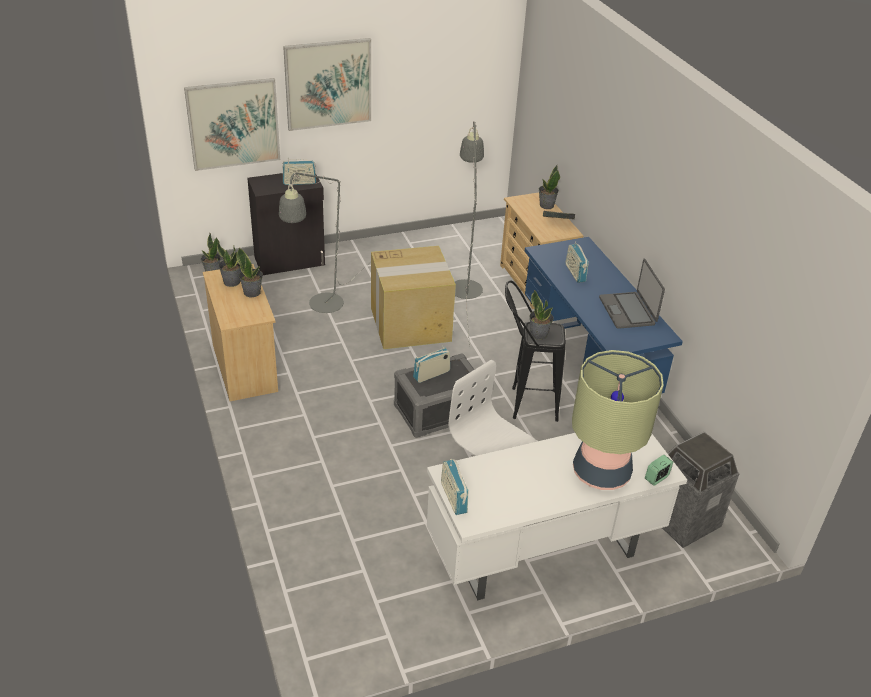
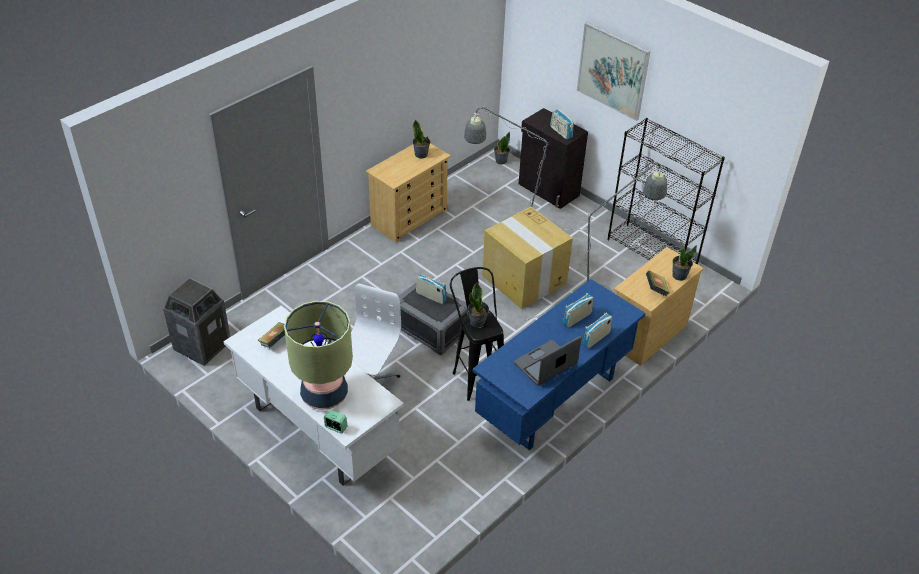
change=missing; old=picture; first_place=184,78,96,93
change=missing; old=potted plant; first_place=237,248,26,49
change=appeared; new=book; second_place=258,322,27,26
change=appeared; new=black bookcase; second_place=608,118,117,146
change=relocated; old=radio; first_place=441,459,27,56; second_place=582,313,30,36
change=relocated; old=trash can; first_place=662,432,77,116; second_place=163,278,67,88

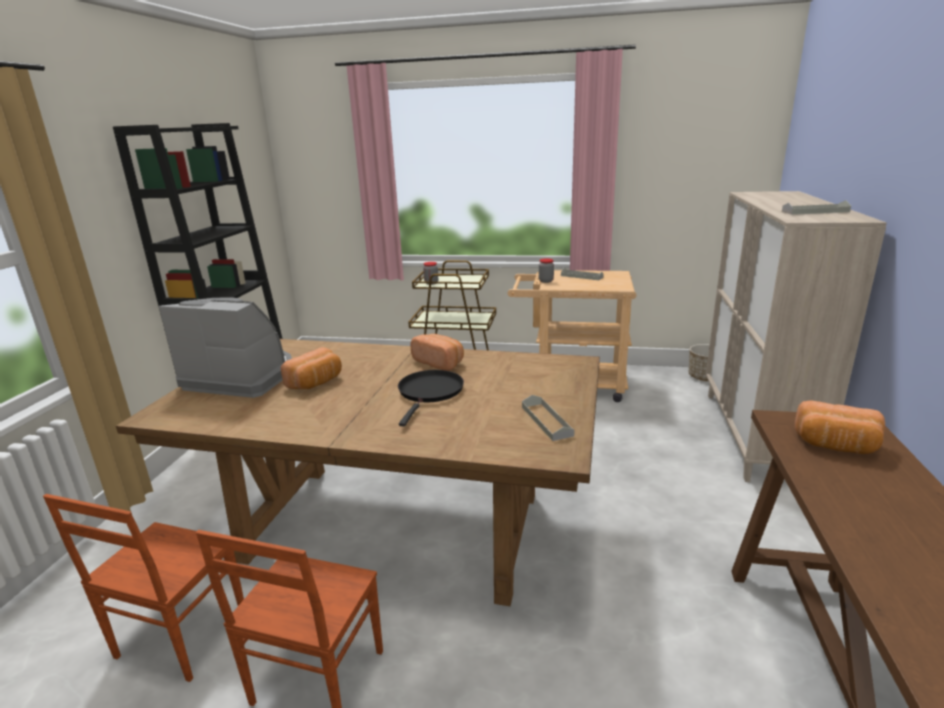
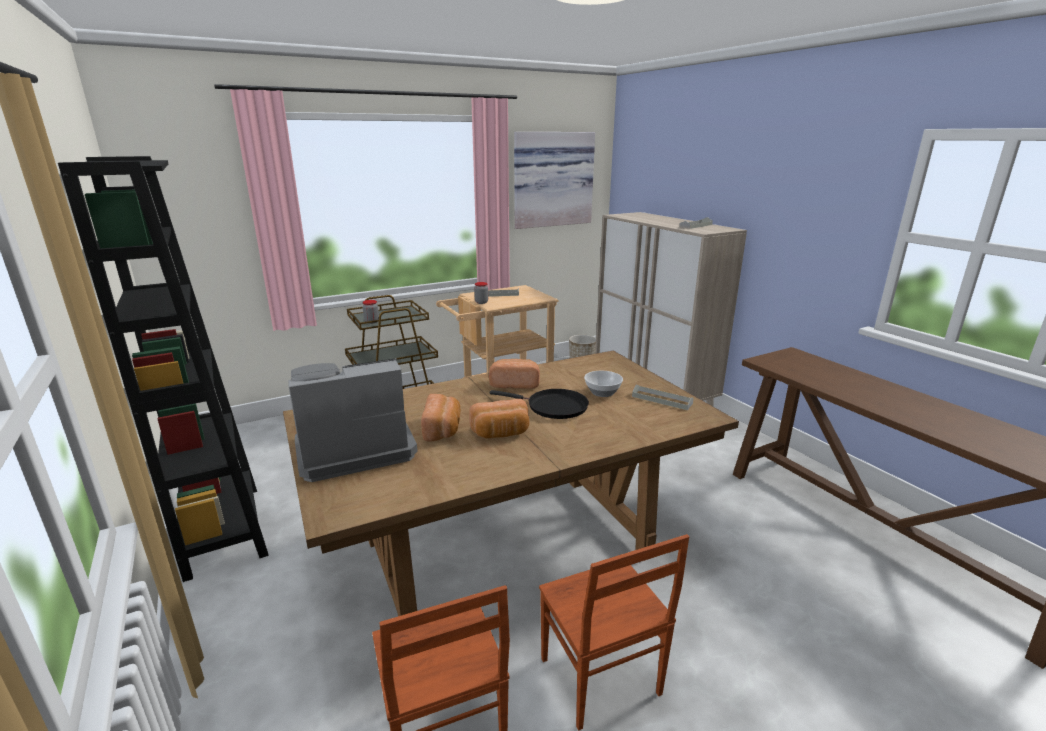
change=appeared; new=picture; second_place=514,132,81,97
change=appeared; new=bowl; second_place=584,371,39,26
change=relocated; old=bread; first_place=795,401,90,53; second_place=469,399,60,39
change=spun; old=black frying pan; first_place=398,370,66,56; second_place=489,389,100,30; degrees=135

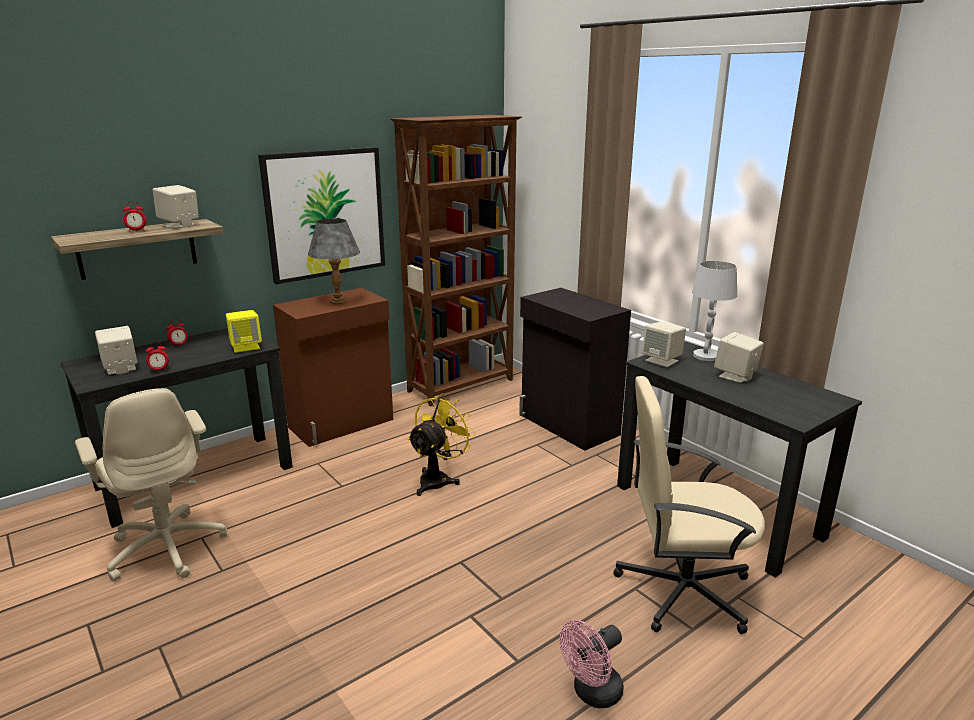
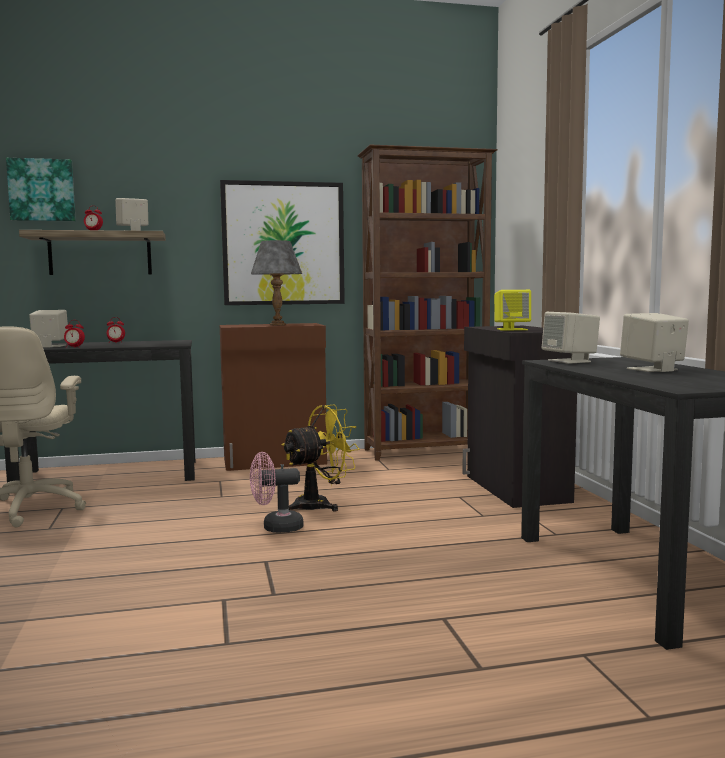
change=missing; old=beige office chair; first_place=613,376,152,258
change=missing; old=white table lamp; first_place=692,261,45,100
change=appeared; new=picture; second_place=6,158,70,63
change=relocated; old=yellow speaker; first_place=226,310,36,43; second_place=494,290,37,41
change=relocated; old=pink fan; first_place=560,620,64,88; second_place=250,452,54,81

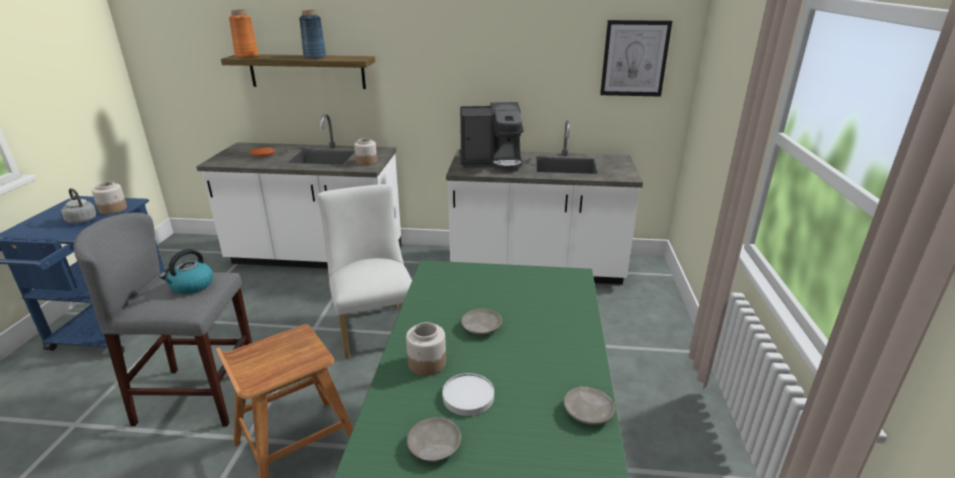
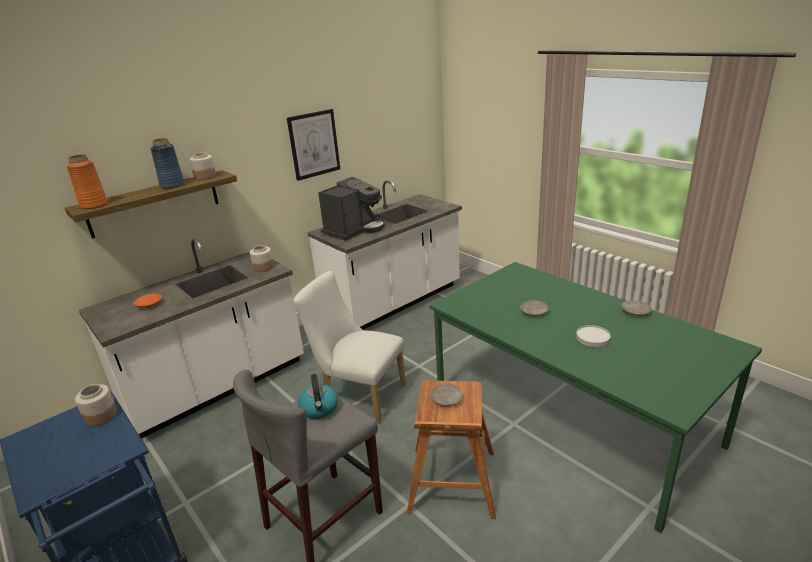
change=missing; old=grey kettle; first_place=61,188,36,36
change=relocated; old=jar; first_place=406,322,40,54; second_place=190,153,26,27
change=relocated; old=beige plate; first_place=407,417,54,45; second_place=430,384,33,23
change=relocated; old=picture; first_place=600,20,72,77; second_place=287,109,53,72

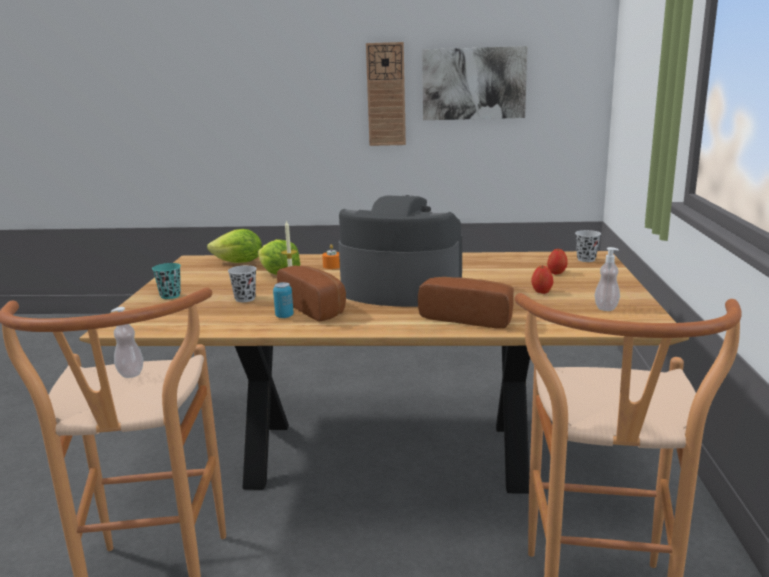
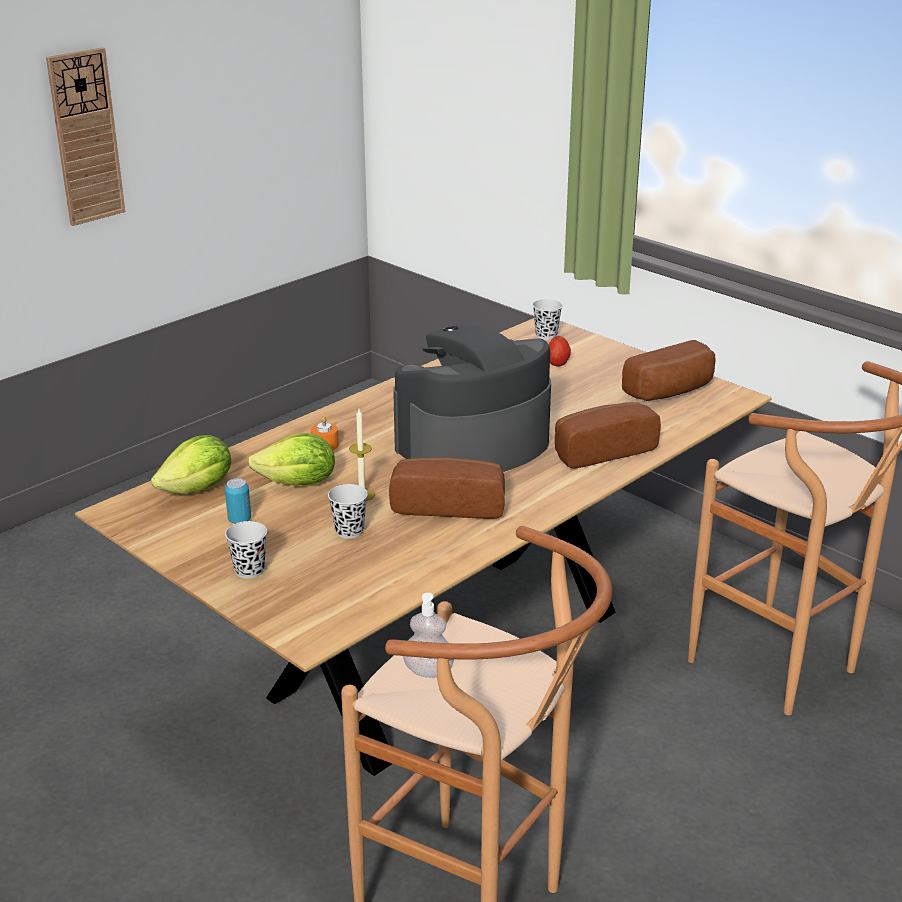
change=missing; old=picture; first_place=422,46,106,74
change=missing; old=apple; first_place=531,266,22,28
change=relocated; old=can; first_place=273,282,21,36; second_place=225,478,26,46
change=exchanged; old=soap dispenser; new=bread; first_place=594,247,26,64; second_place=622,340,93,61
change=colour; old=turquoise cup; new=black cup; first_place=152,263,29,36; second_place=225,521,42,58

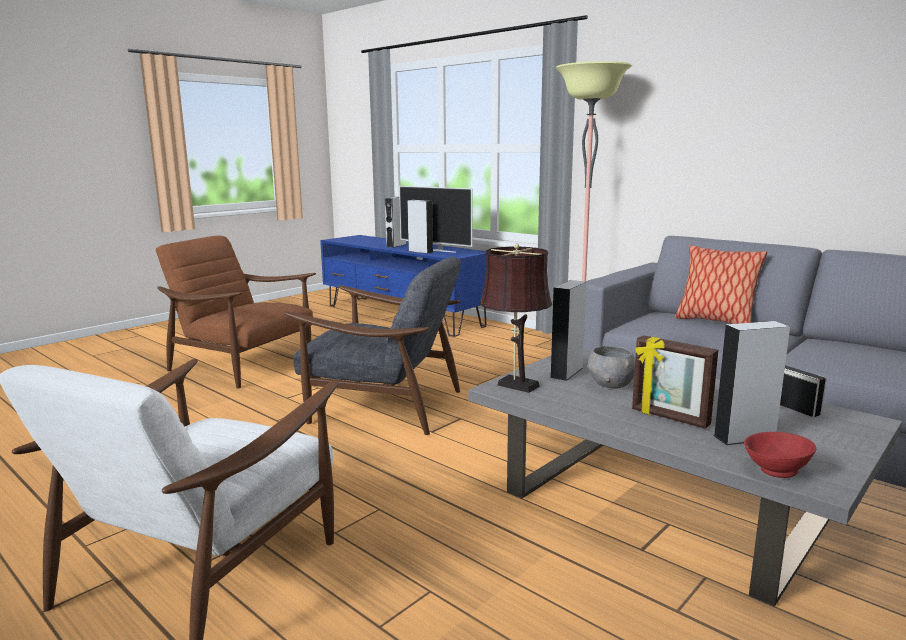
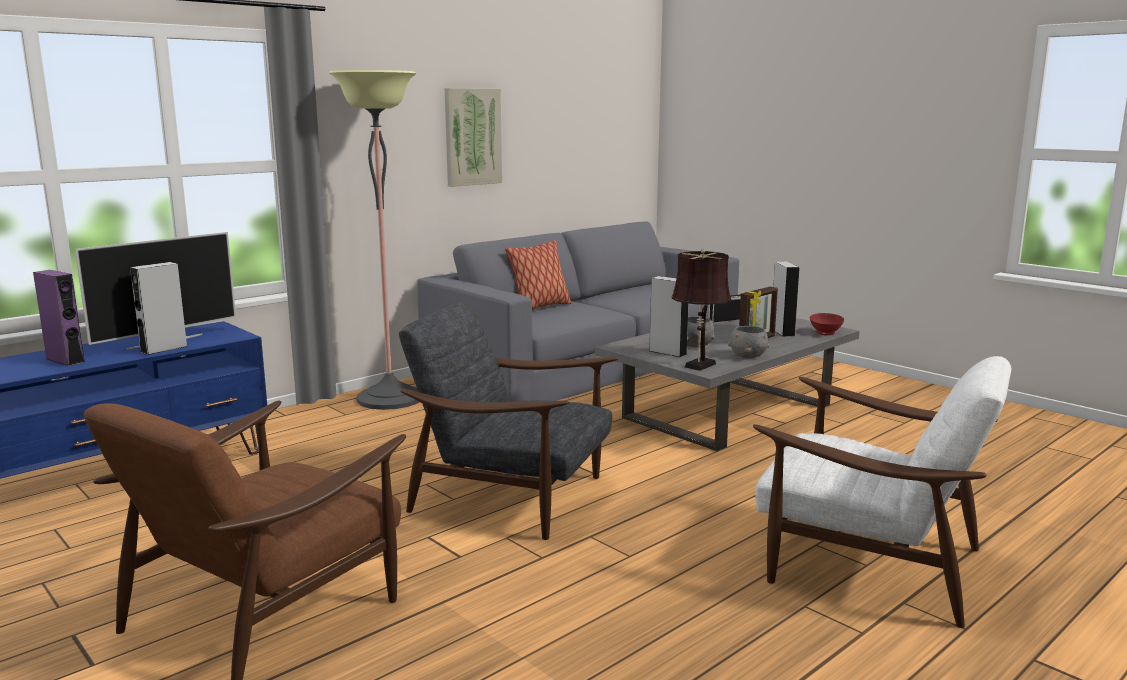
change=appeared; new=picture; second_place=445,88,57,99
change=appeared; new=grey bowl; second_place=728,326,42,32
change=colour; old=grey speaker; new=purple speaker; first_place=385,197,22,51; second_place=33,270,52,96
change=spun; old=grey armchair; first_place=283,257,178,178; second_place=399,302,220,238; degrees=-90

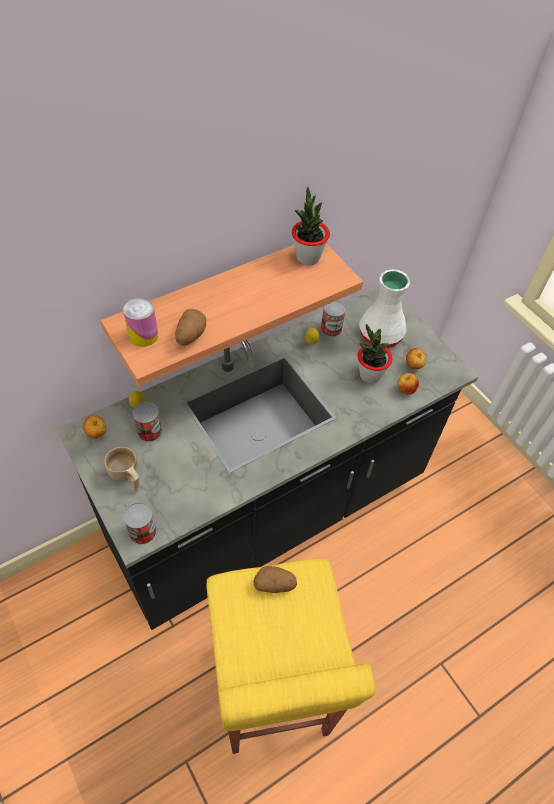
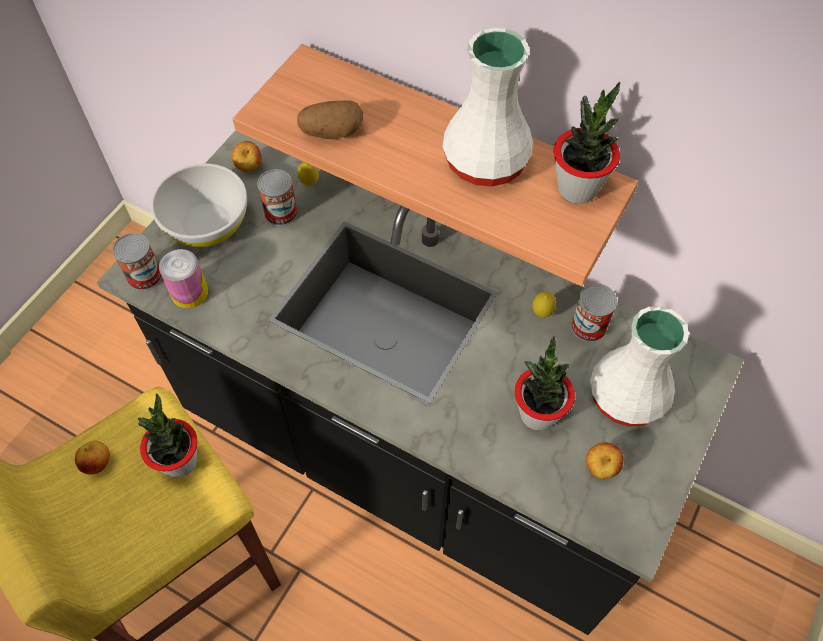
change=appeared; new=white vase; second_place=442,28,91,159
change=relocated; old=can; first_place=123,298,35,49; second_place=159,249,49,60
change=relocated; old=apple; first_place=397,373,22,22; second_place=75,440,35,35
change=exchanged; old=beige cup; new=white bowl; first_place=105,447,34,46; second_place=151,163,96,84
change=exchanged; old=potato; new=potted plant; first_place=254,566,43,27; second_place=138,394,59,84

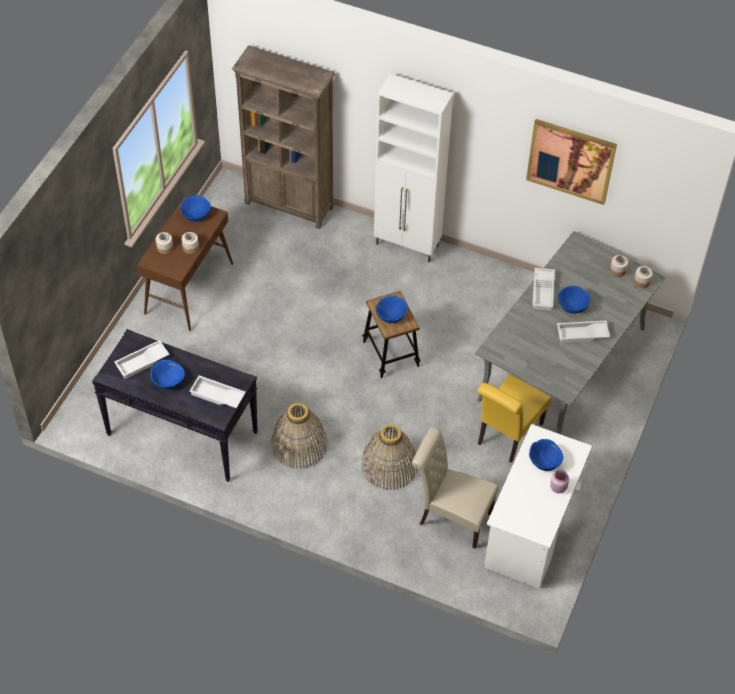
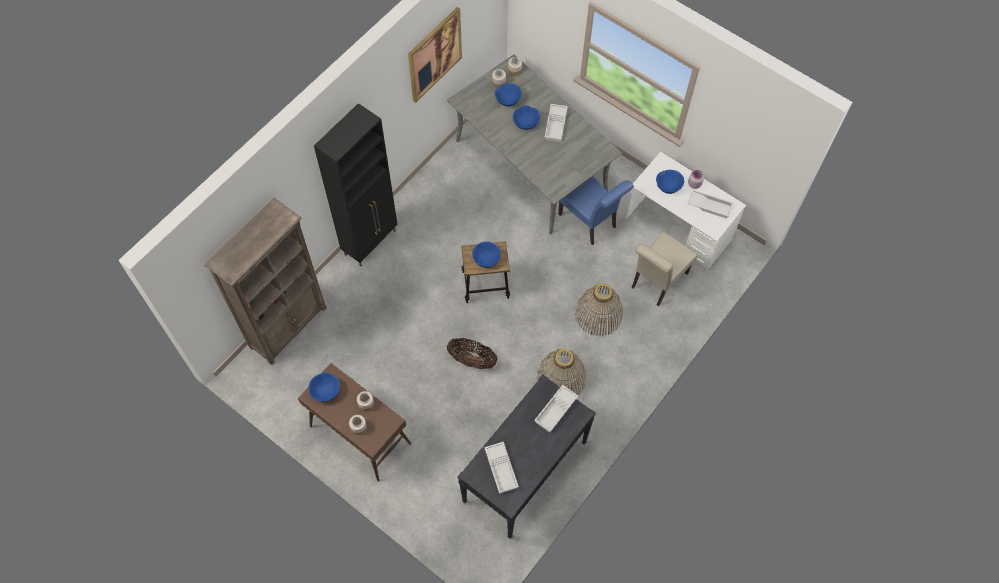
change=appeared; new=basket; second_place=447,338,51,31
change=relocated; old=blue bowl; first_place=151,359,34,31; second_place=495,83,27,24
change=relocated; old=white tray; first_place=532,268,23,43; second_place=687,189,46,30
change=colour; old=white cabinet; new=black cabinet; first_place=374,74,79,189; second_place=314,103,84,164
change=colour; old=yellow chair; new=blue chair; first_place=478,374,74,89; second_place=558,176,76,69

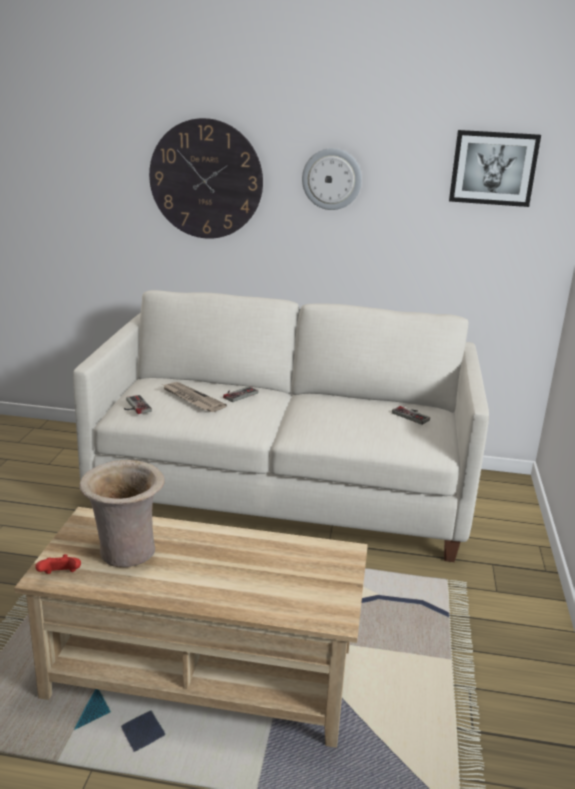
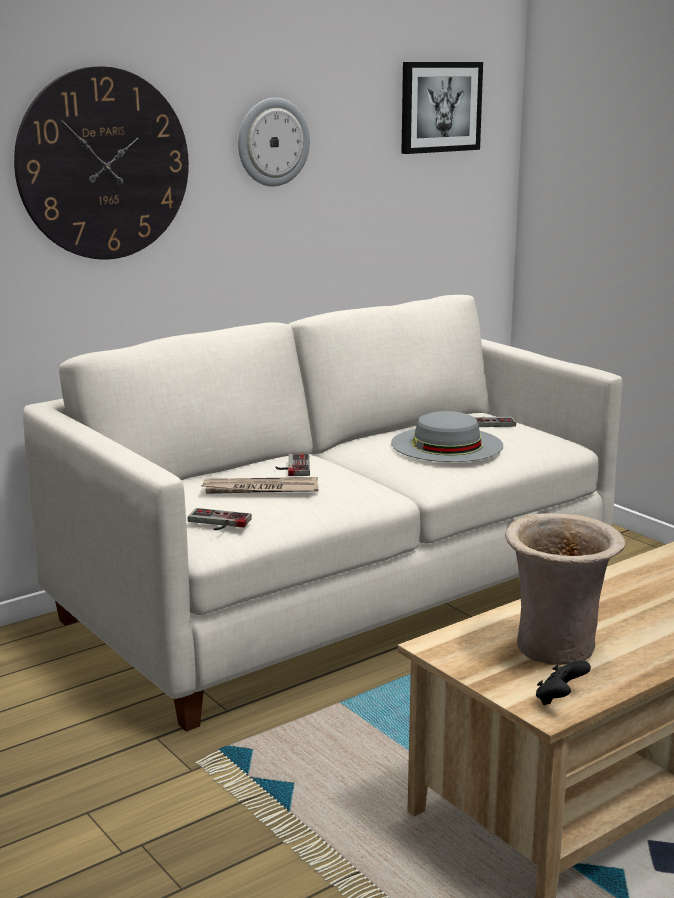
change=appeared; new=grey hat; second_place=391,411,112,51
change=colour; old=red game controller; new=black game controller; first_place=35,554,46,20; second_place=536,660,55,45

